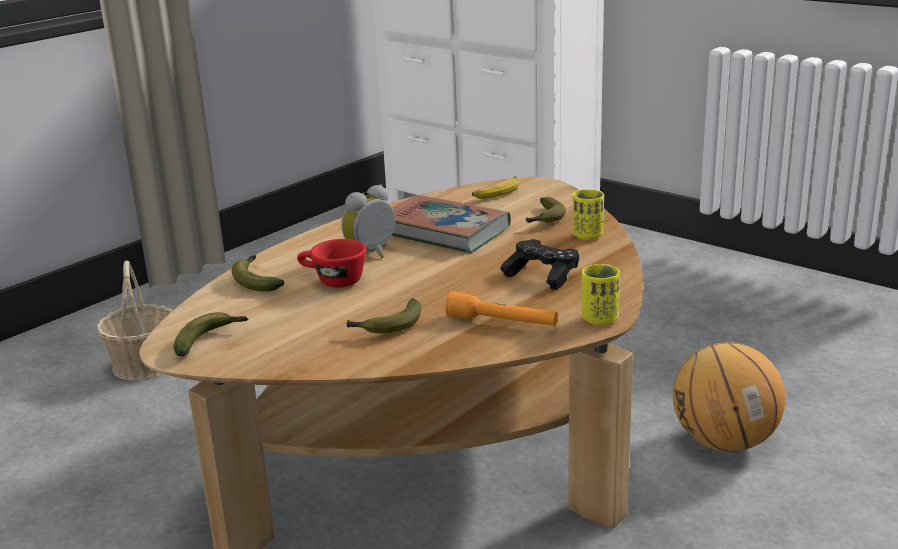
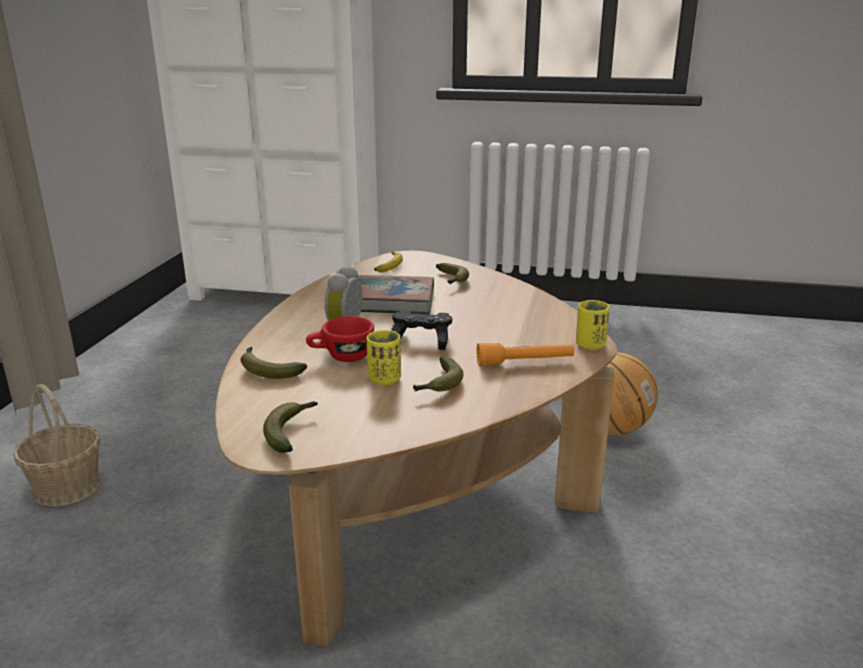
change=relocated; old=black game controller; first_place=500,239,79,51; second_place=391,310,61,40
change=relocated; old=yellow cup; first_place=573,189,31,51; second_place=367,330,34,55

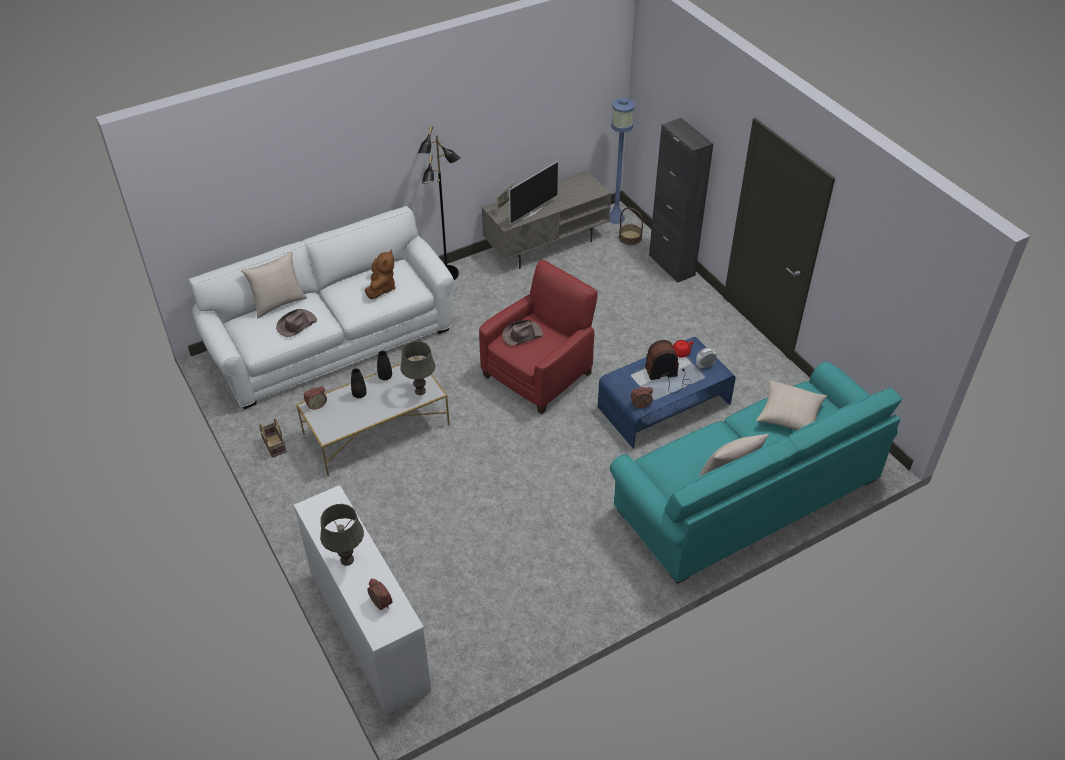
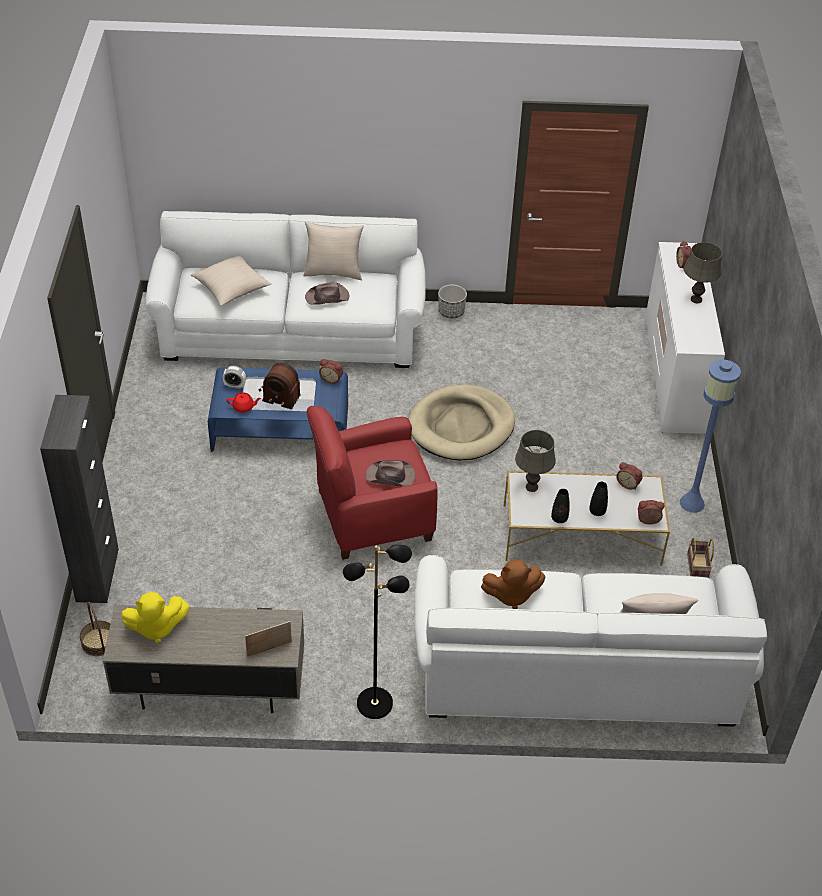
change=missing; old=television; first_place=509,161,50,63
change=appeared; new=yellow plush toy; second_place=121,592,68,51
change=appeared; new=beige dog bed; second_place=408,385,107,75
change=appeared; new=planter; second_place=438,284,29,34
change=appeared; new=alarm clock; second_place=616,462,27,28
change=relocated; old=brown hat; first_place=276,309,41,28; second_place=305,281,44,24
change=relocated; old=blue floor lamp; first_place=609,98,26,126; second_place=680,359,61,154
change=colour; old=turquoise sofa; new=white sofa; first_place=610,361,292,223; second_place=145,211,281,157
change=spun; old=brown plush toy; first_place=365,249,31,50; second_place=481,559,64,50; degrees=-135

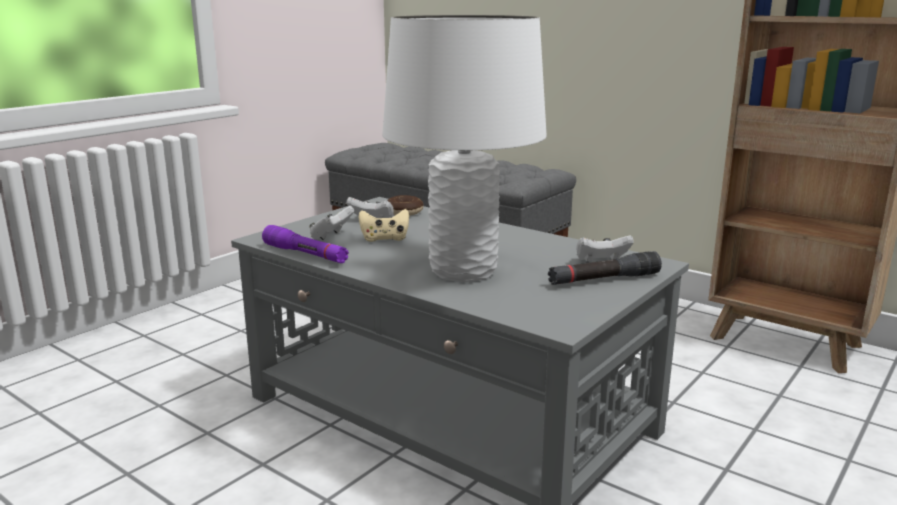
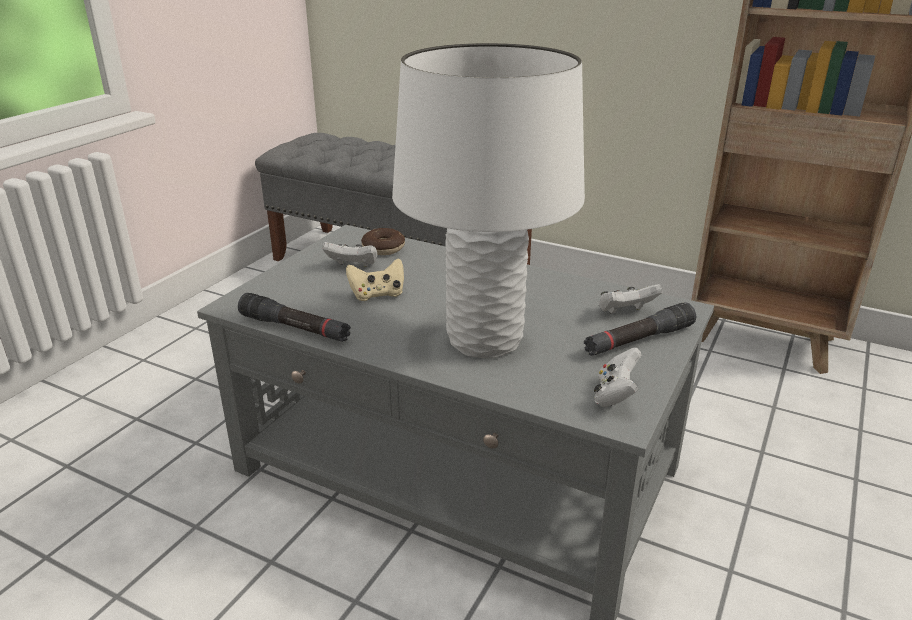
change=relocated; old=white game controller; first_place=309,206,45,34; second_place=594,348,47,59
change=colour; old=purple flashlight; new=black flashlight; first_place=262,225,87,38; second_place=238,293,113,49

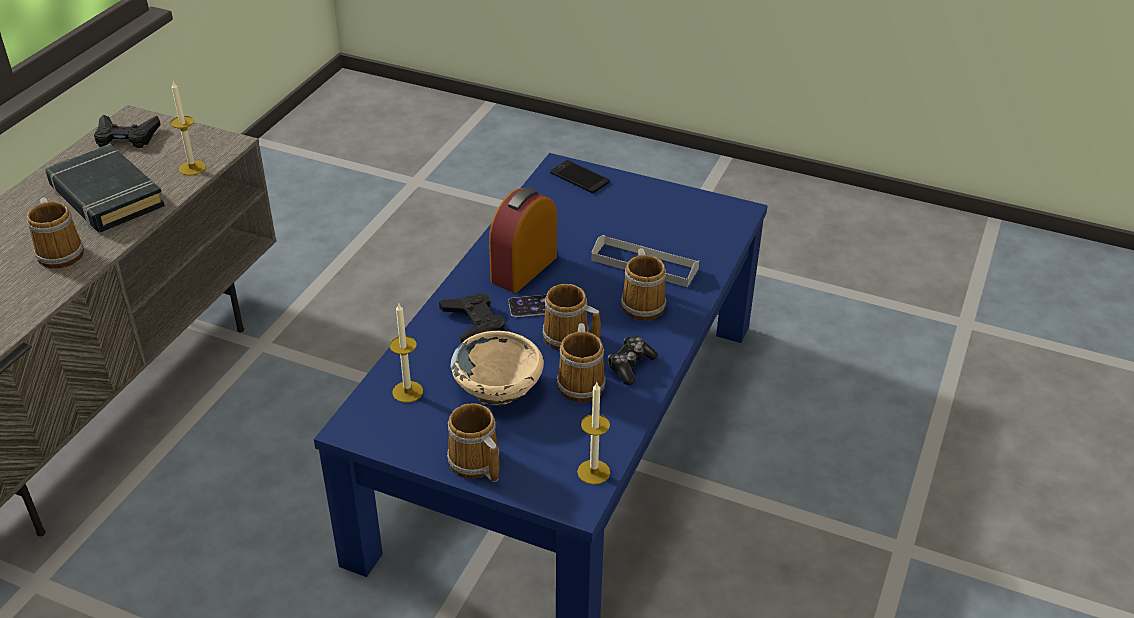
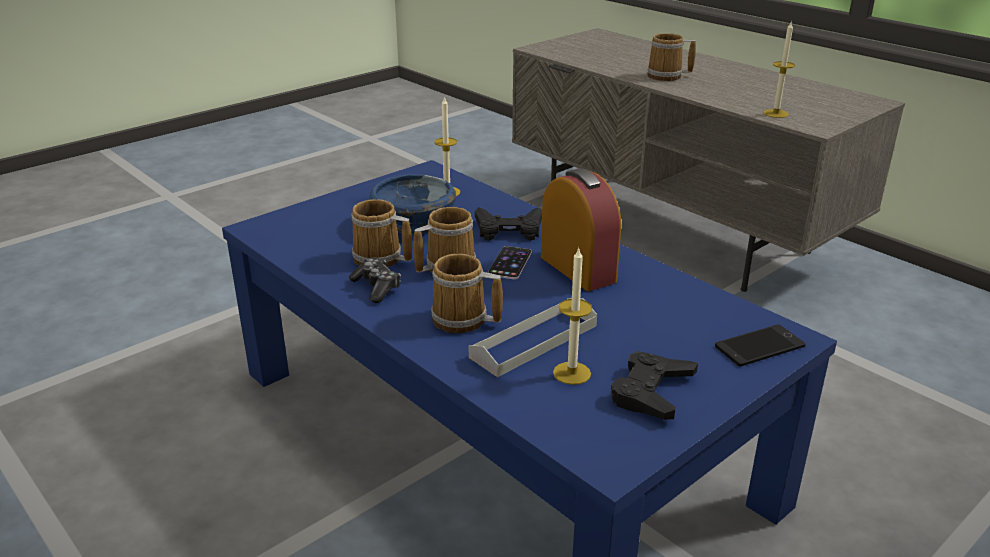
change=missing; old=black book; first_place=46,144,119,88
change=missing; old=mug; first_place=447,403,52,79
change=relocated; old=black game controller; first_place=94,115,67,33; second_place=611,351,87,69
change=relocated; old=candle; first_place=577,382,33,103; second_place=553,247,40,138
change=colour; old=beige bowl; new=blue bowl; first_place=450,331,94,75; second_place=369,174,87,60

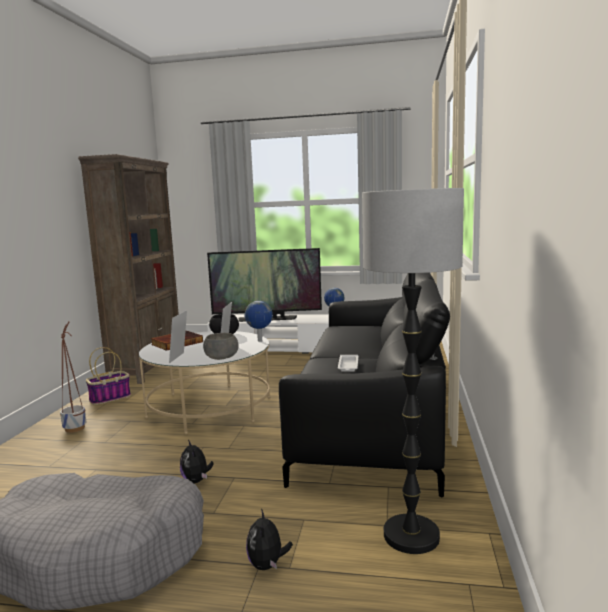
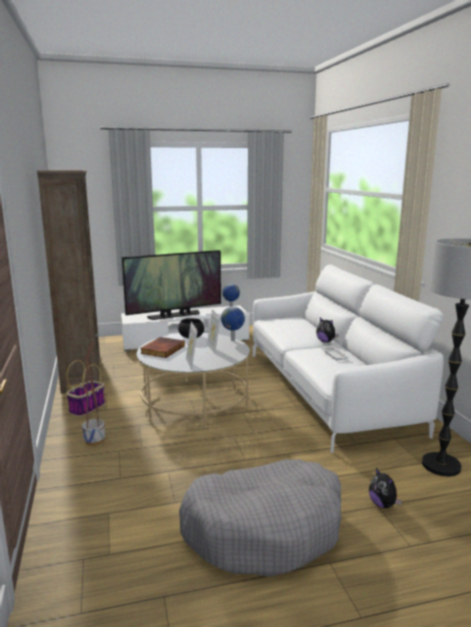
change=missing; old=grey bowl; first_place=203,333,35,27
change=relocated; old=plush toy; first_place=180,439,34,44; second_place=316,317,23,26
change=colour; old=black sofa; new=white sofa; first_place=279,273,171,224; second_place=253,264,191,189

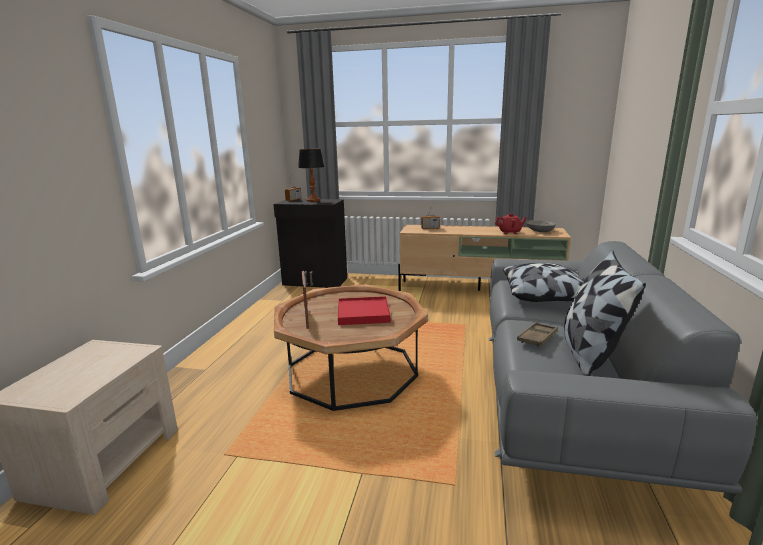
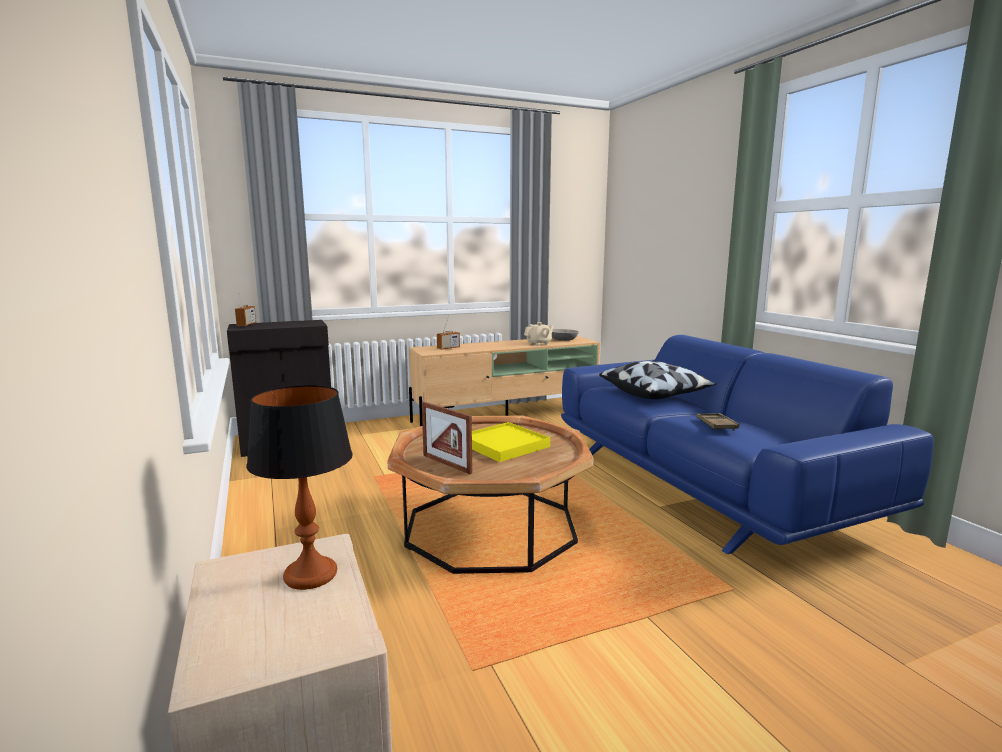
change=missing; old=pillow; first_place=564,250,82,126
change=relocated; old=table lamp; first_place=298,149,26,53; second_place=246,385,107,205
change=colour; old=red tray; new=yellow tray; first_place=338,296,53,29; second_place=472,422,78,40
change=colour; old=grey sofa; new=blue sofa; first_place=489,241,268,253; second_place=561,335,373,219
change=colour; old=red teapot; new=beige teapot; first_place=495,213,32,21; second_place=524,322,30,24

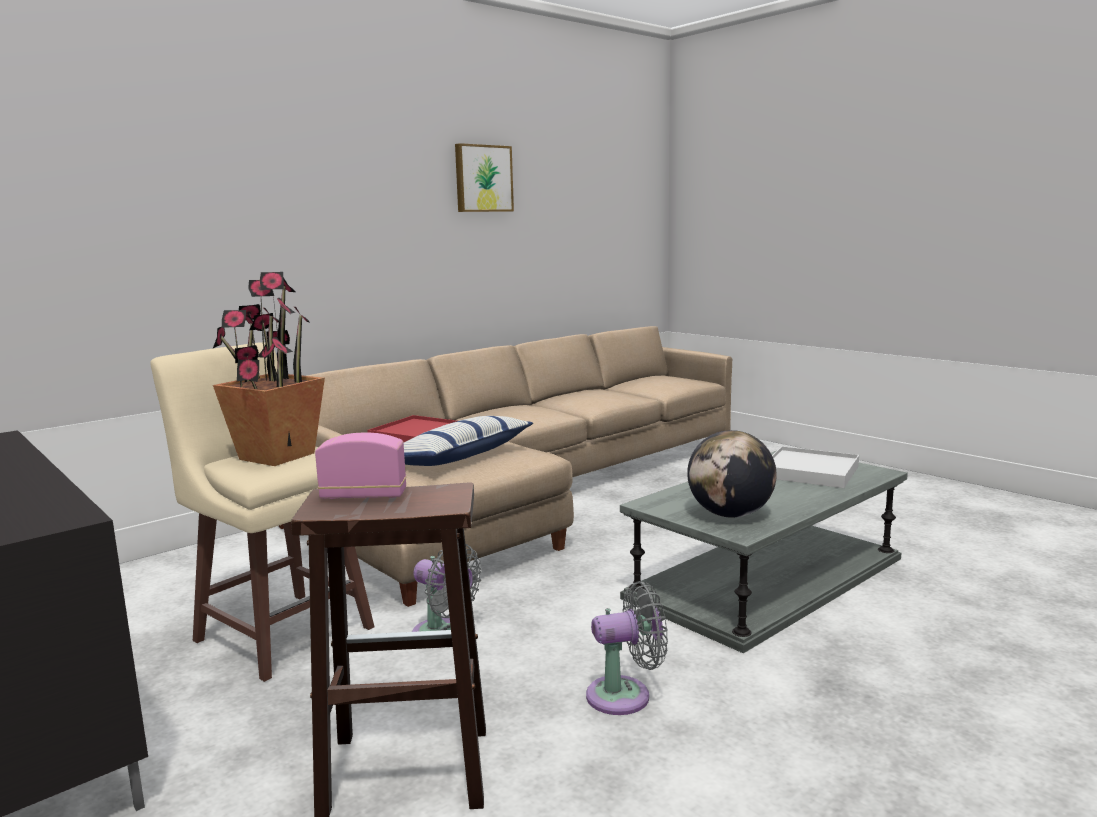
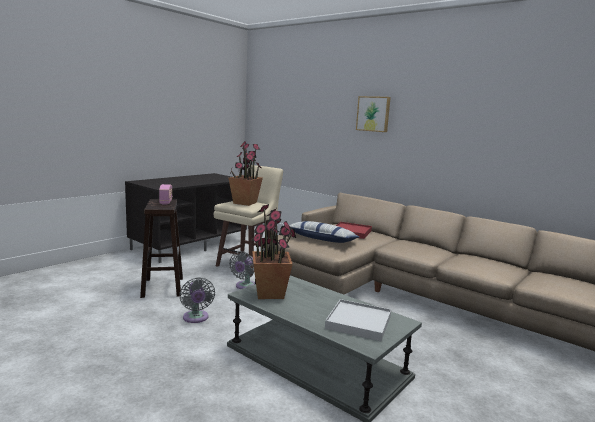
change=relocated; old=picture; first_place=455,143,59,69; second_place=356,96,35,36
change=exchanged; old=globe; new=potted plant; first_place=687,430,90,88; second_place=252,204,44,95

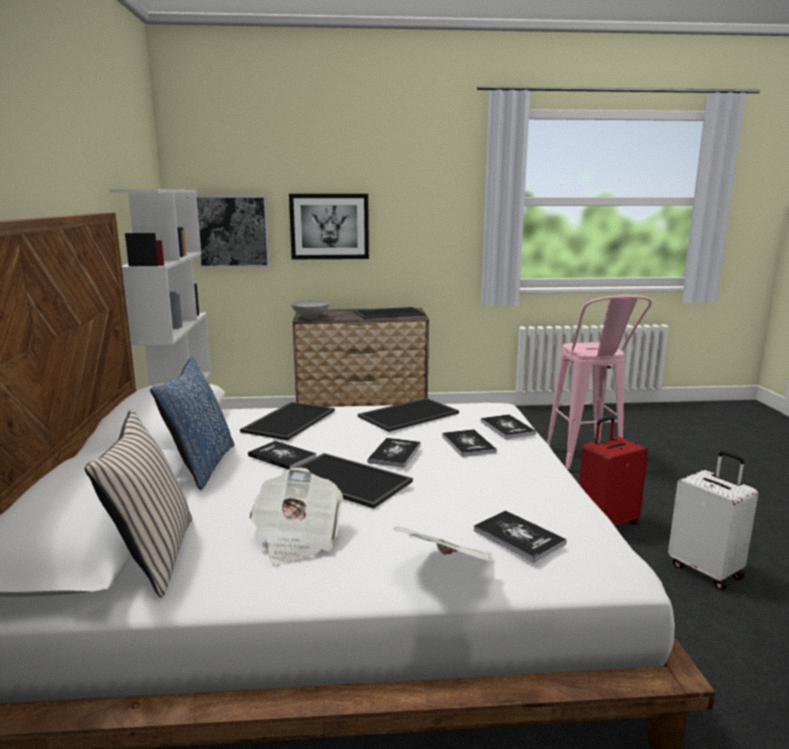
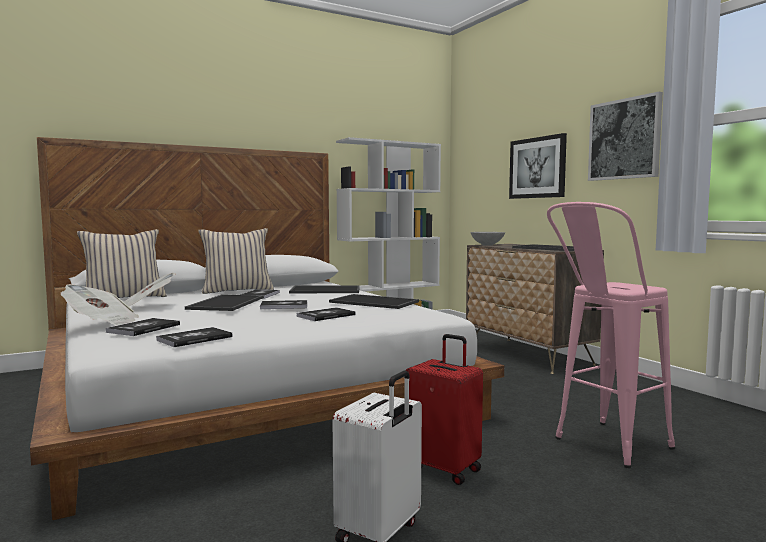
change=relocated; old=picture; first_place=197,195,74,73; second_place=588,92,75,89
change=relocated; old=book; first_place=481,414,55,25; second_place=156,327,76,20
change=colour; old=blue pillow; new=beige pillow; first_place=150,357,85,133; second_place=198,228,76,66

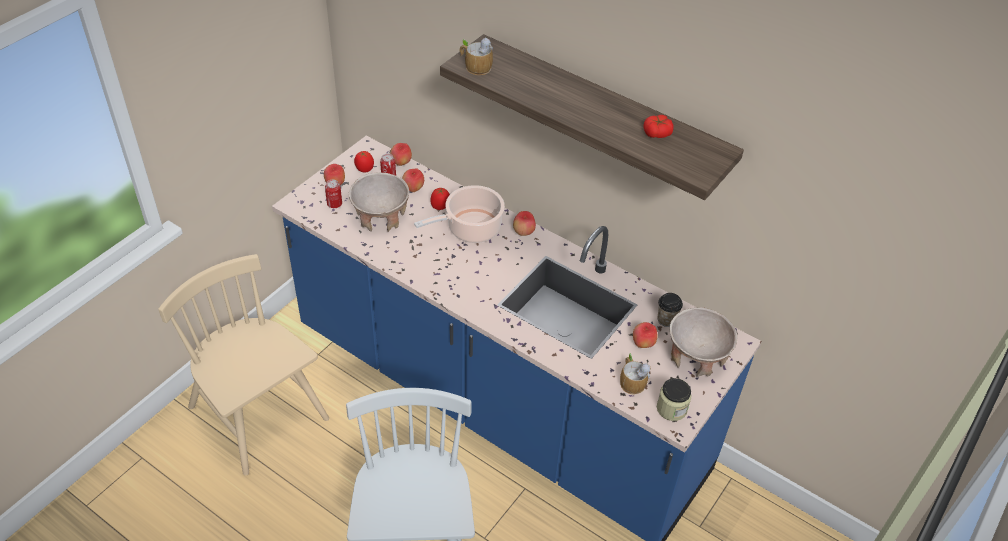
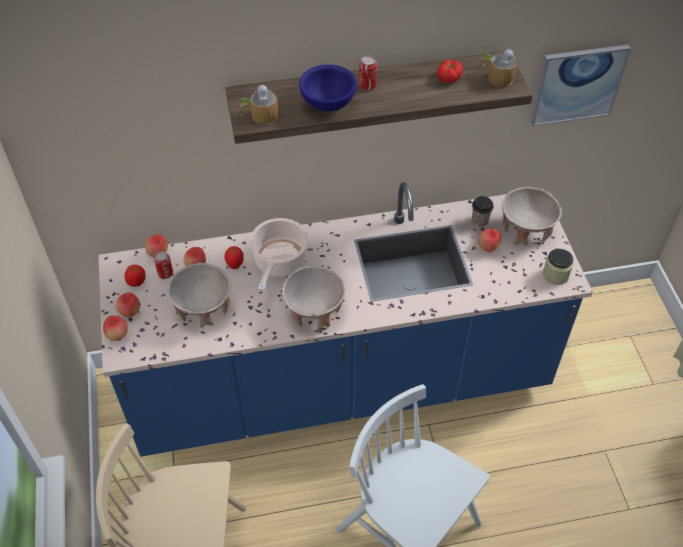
change=appeared; new=beige bowl; second_place=282,265,63,65
change=appeared; new=blue bowl; second_place=299,64,58,48
change=appeared; new=picture; second_place=530,45,101,81
change=relocated; old=can; first_place=325,180,17,28; second_place=359,56,18,34
change=relocated; old=apple; first_place=513,211,23,25; second_place=103,315,25,26
change=relocated; old=mug; first_place=620,353,30,41; second_place=480,48,36,39

